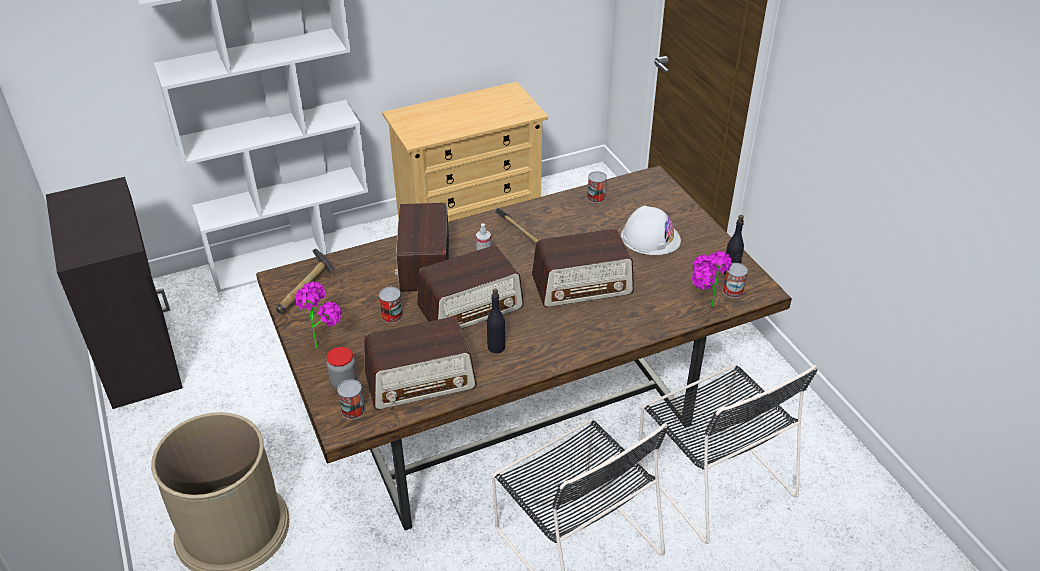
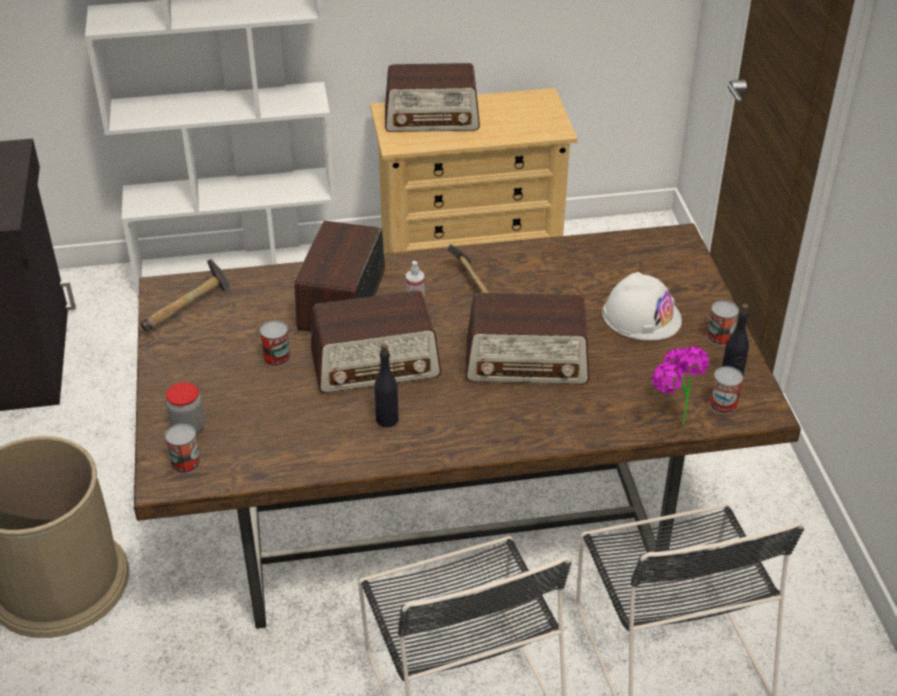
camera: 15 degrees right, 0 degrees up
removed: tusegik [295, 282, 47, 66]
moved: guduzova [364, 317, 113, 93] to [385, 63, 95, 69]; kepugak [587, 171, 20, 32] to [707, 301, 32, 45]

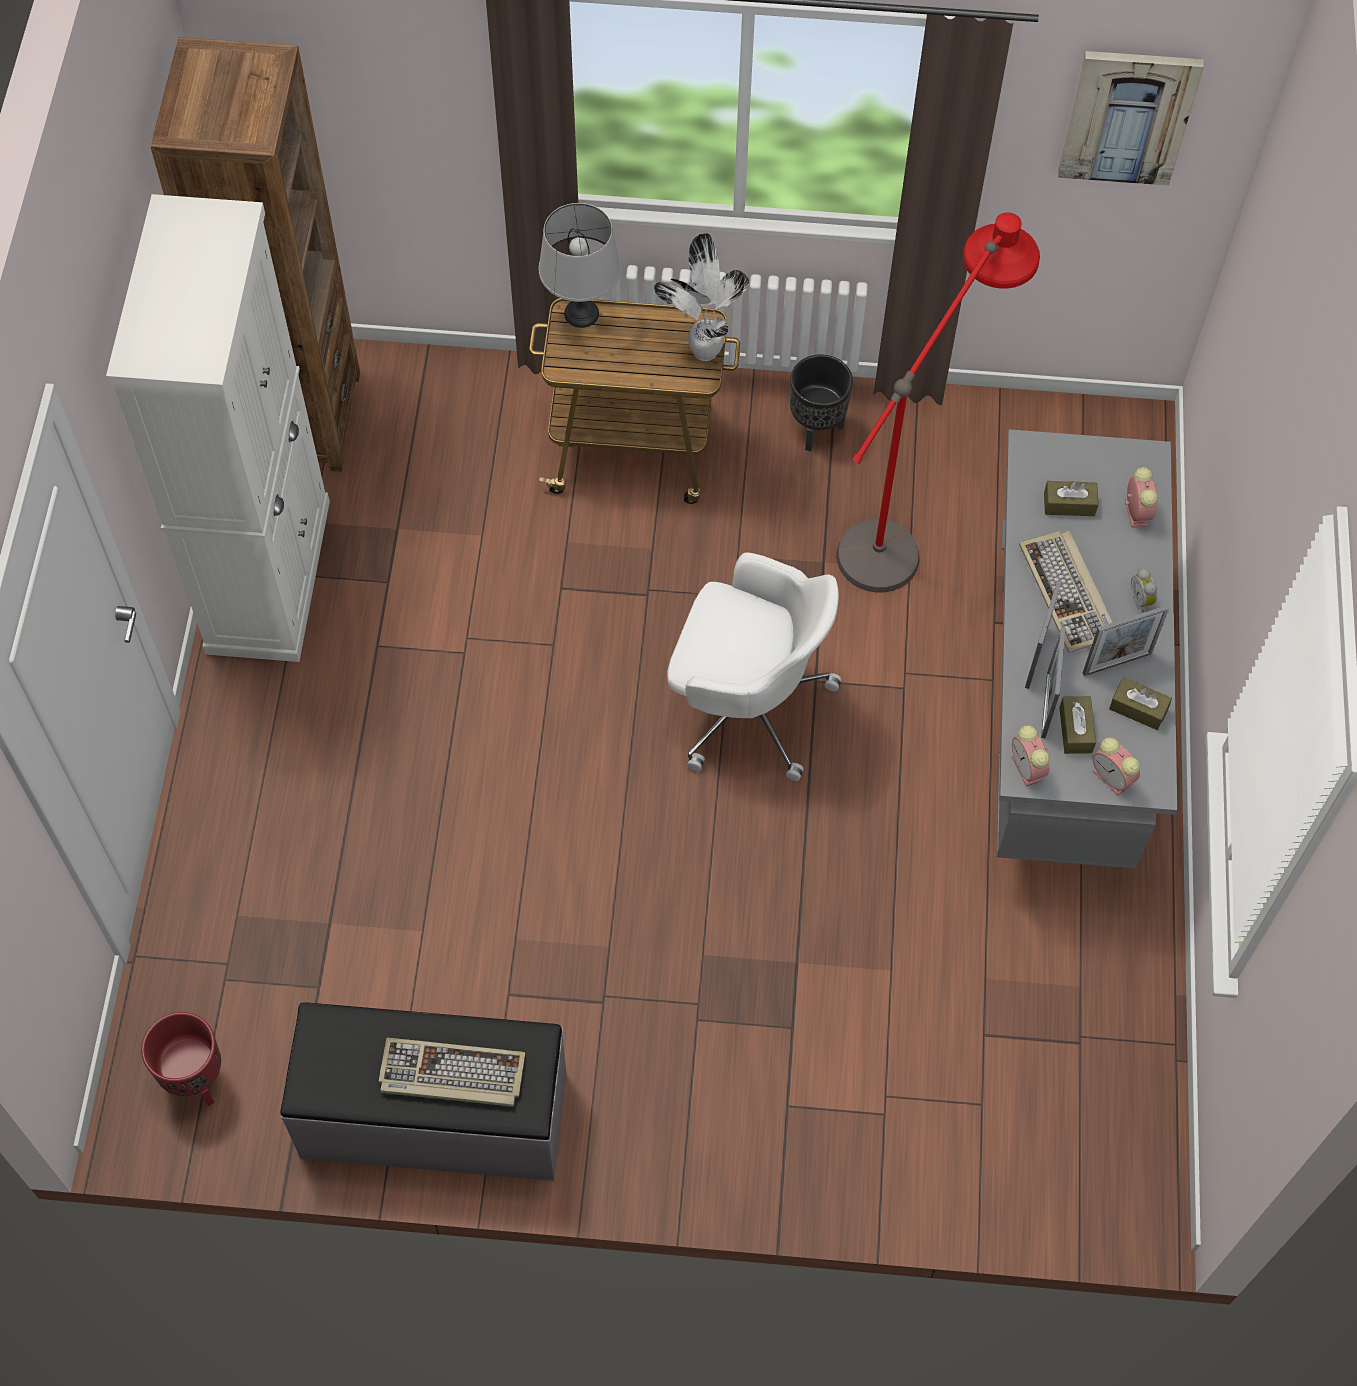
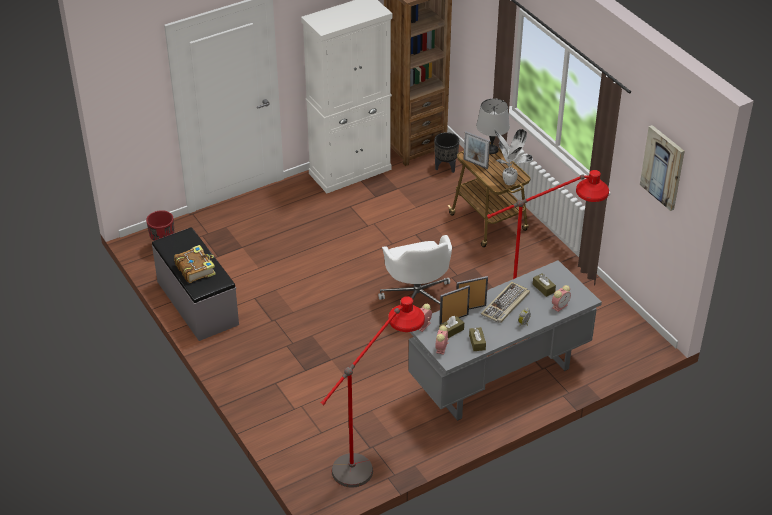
camera: 55 degrees right, 20 degrees down
added: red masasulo [321, 296, 104, 192]
moved: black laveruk [790, 354, 63, 98] to [434, 132, 26, 41]; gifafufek [1083, 605, 86, 71] to [463, 131, 27, 38]
replaced: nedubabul [379, 1038, 146, 69] to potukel [174, 245, 42, 38]

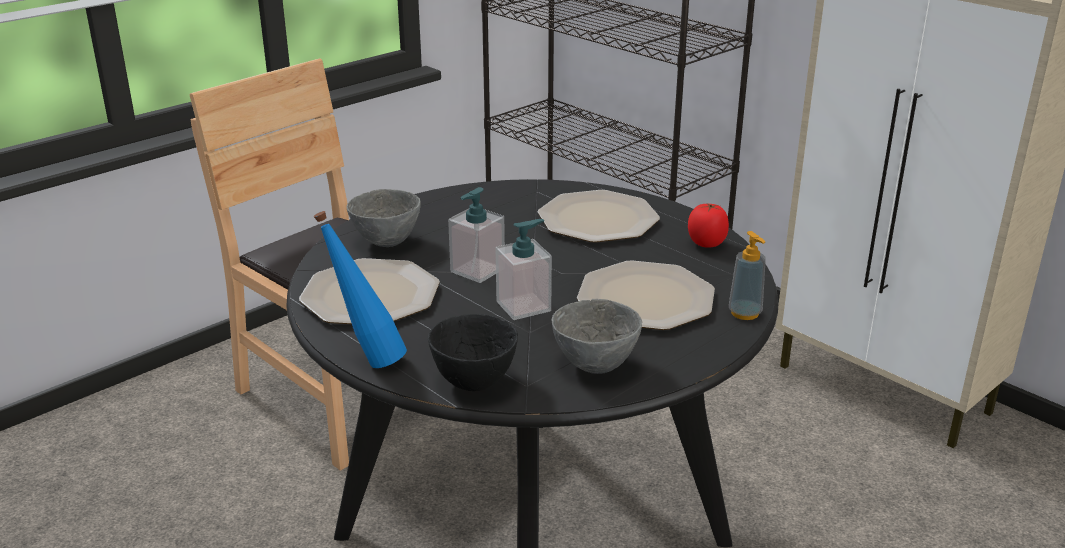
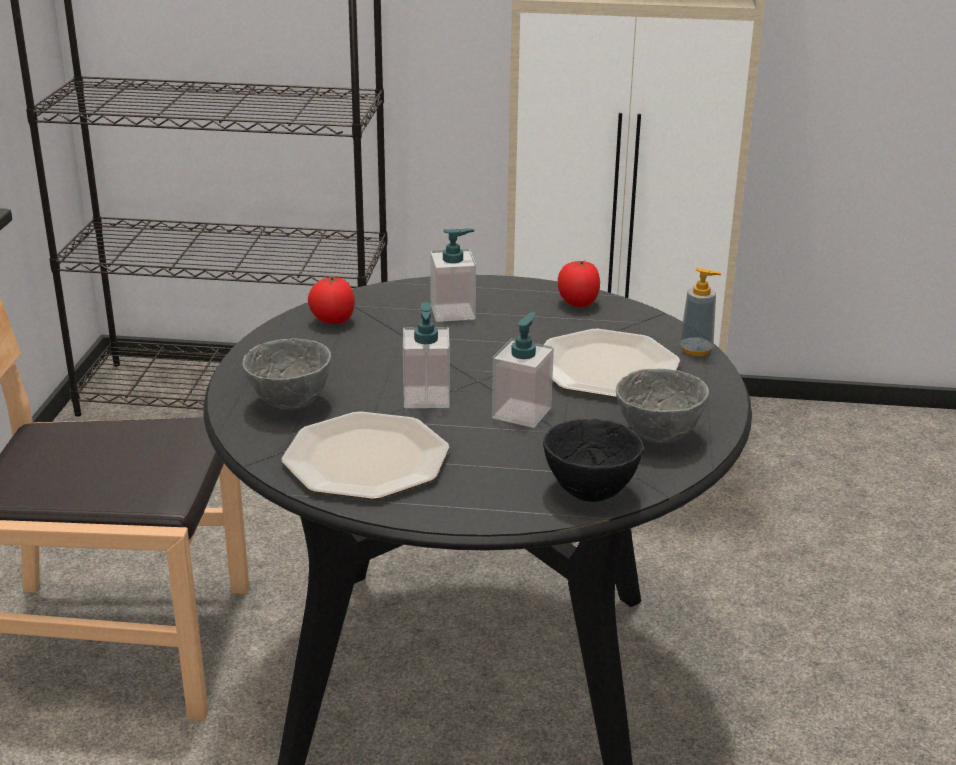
camera: 40 degrees left, 0 degrees up
removed: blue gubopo [314, 211, 93, 157]
added: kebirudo [308, 276, 47, 48]
replaced: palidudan [538, 190, 122, 53] to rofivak [430, 228, 46, 94]

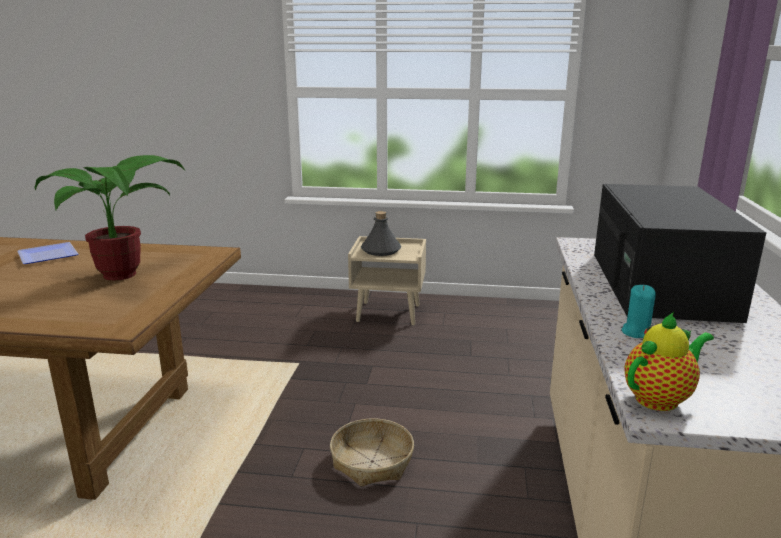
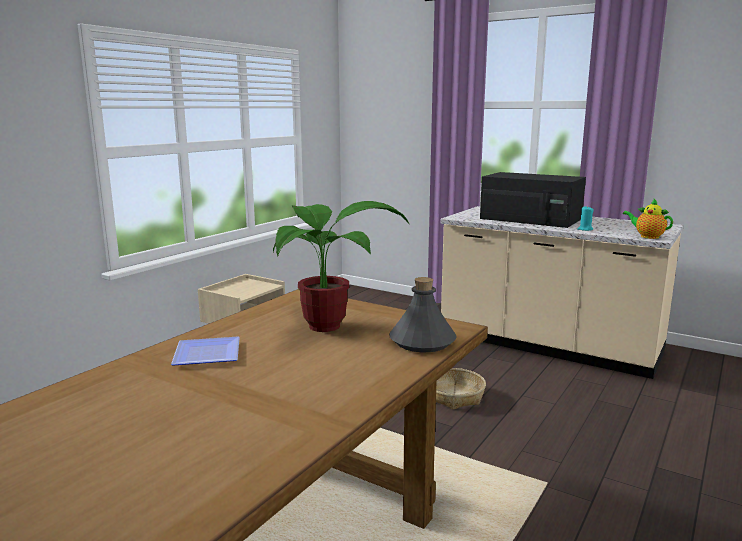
camera: 65 degrees left, 5 degrees down
moved: grey gubopo [361, 211, 40, 45] to [389, 277, 68, 75]
turned: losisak [624, 312, 90, 99] = [623, 199, 50, 40] 45 degrees counterclockwise

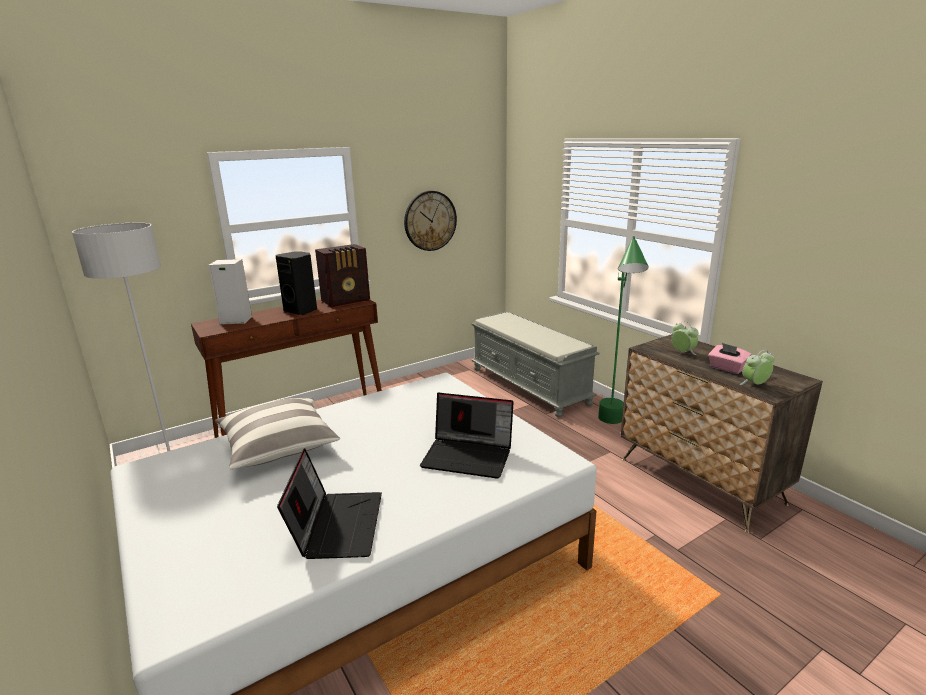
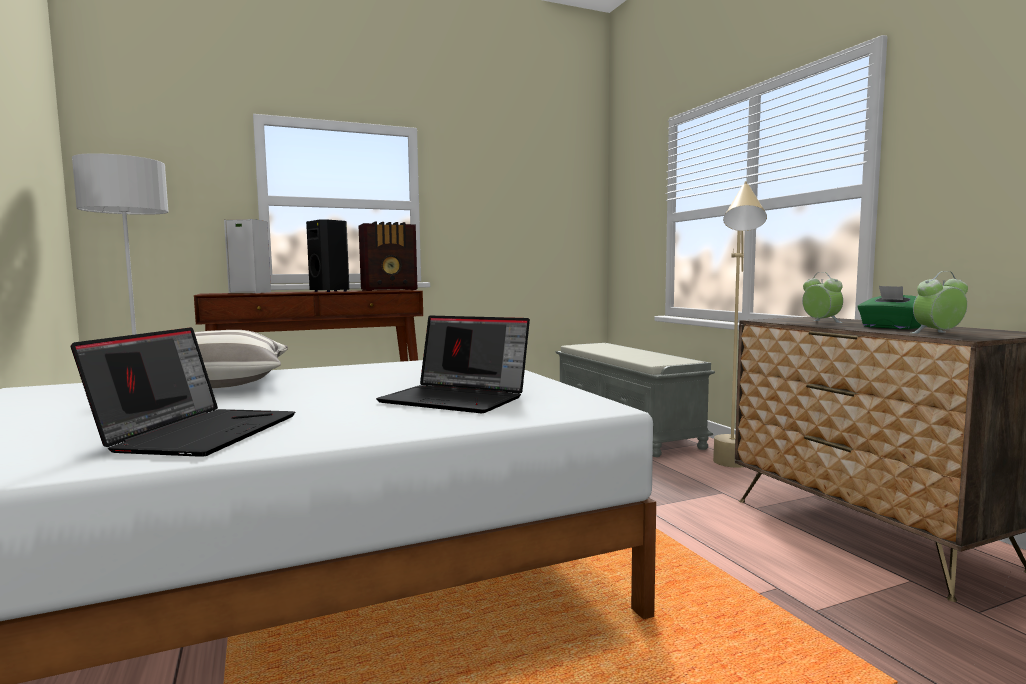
camera: 10 degrees right, 15 degrees down
removed: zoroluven [404, 191, 53, 60]
recoloured: green masasulo [598, 236, 51, 188] to beige masasulo [713, 181, 54, 287]; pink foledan [708, 343, 44, 31] to green foledan [858, 286, 63, 43]

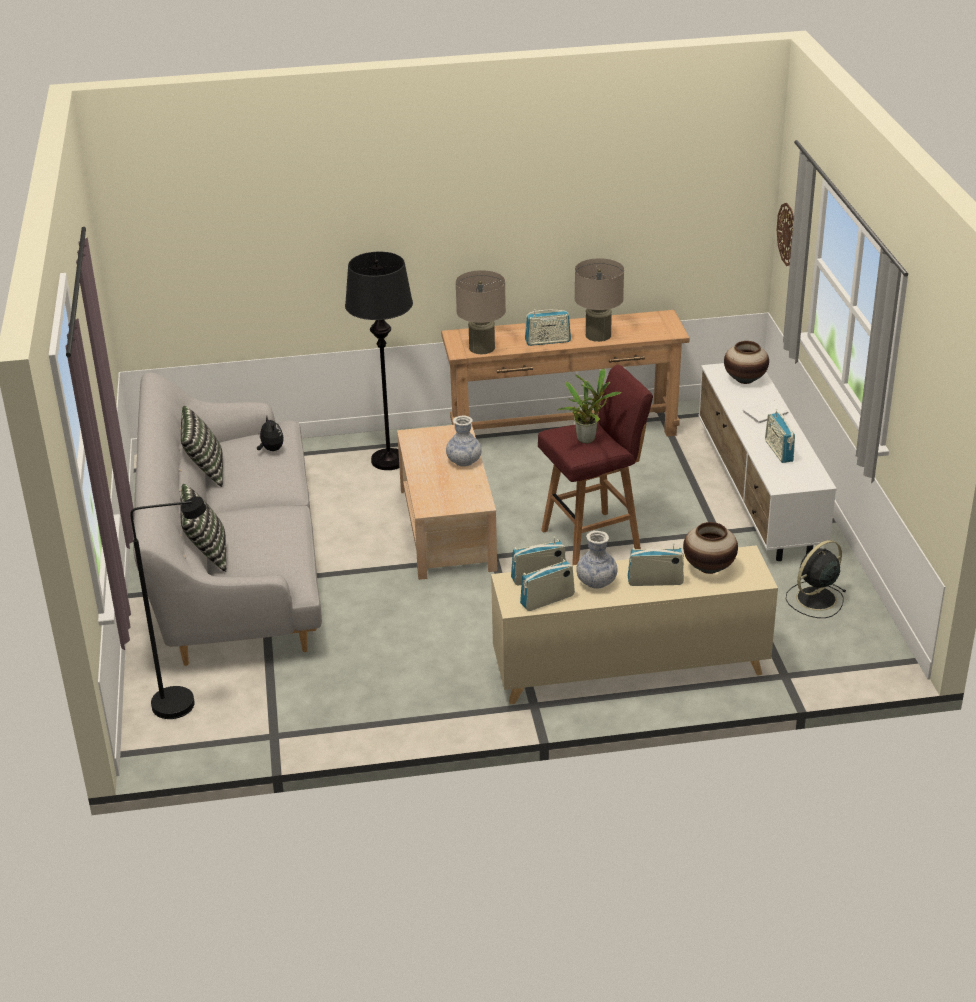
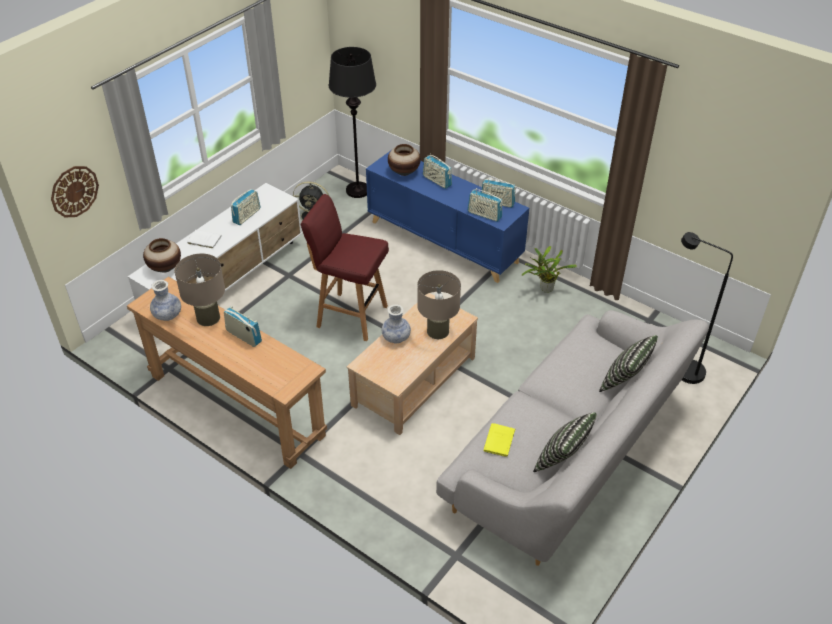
camera: 135 degrees left, 10 degrees up
moved: black masasulo [345, 252, 68, 218] to [328, 47, 48, 151]; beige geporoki [456, 270, 50, 84] to [417, 270, 44, 69]; tusegik [557, 368, 64, 75] to [522, 246, 55, 47]; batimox [576, 531, 41, 58] to [150, 280, 31, 41]
replaced: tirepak [257, 417, 27, 34] to yellow potukel [484, 423, 31, 35]
recoloured: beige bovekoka [491, 545, 287, 159] to blue bovekoka [366, 151, 163, 132]

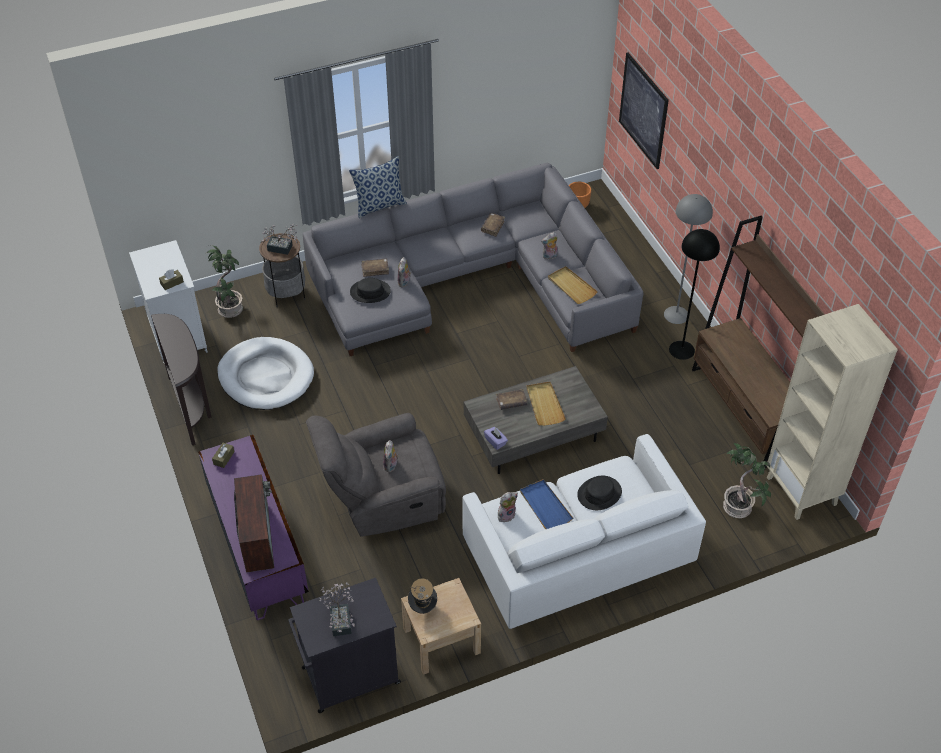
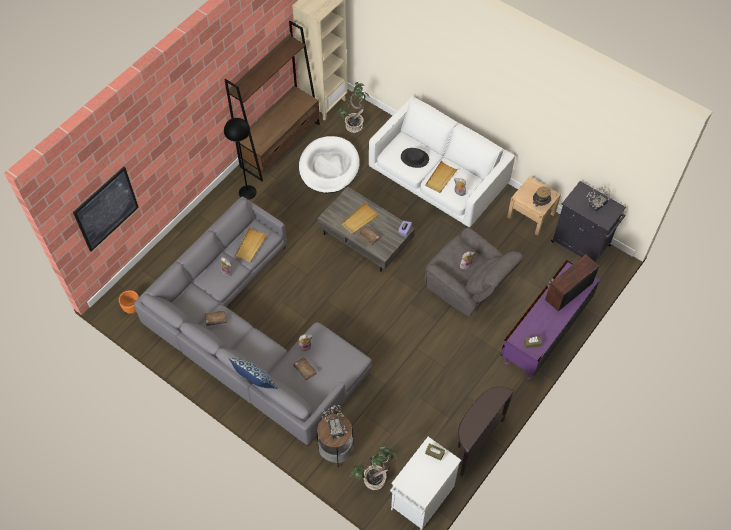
camera: 120 degrees left, 10 degrees up
removed: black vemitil [350, 278, 41, 25]; grey masasulo [664, 194, 49, 130]
moved: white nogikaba [217, 337, 97, 73] to [299, 136, 61, 58]
recoloured: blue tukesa [520, 479, 53, 50] to beige tukesa [425, 160, 33, 33]

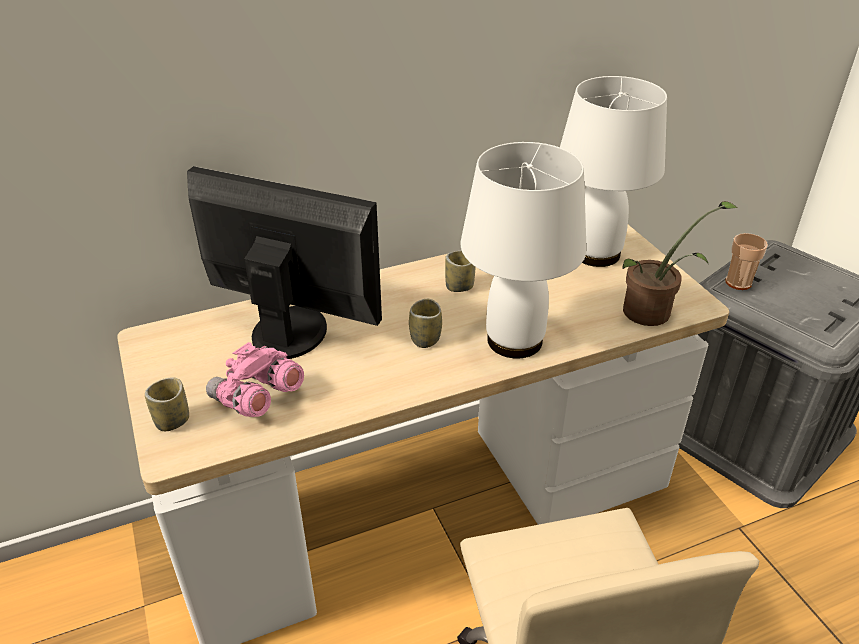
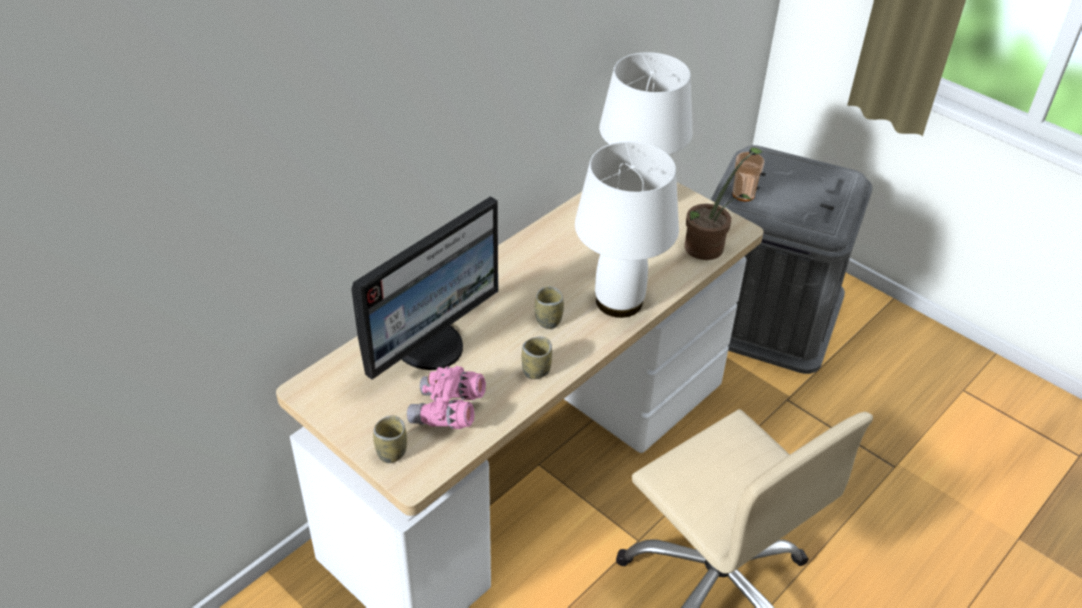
camera: 25 degrees left, 5 degrees up
moved: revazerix [445, 251, 30, 41] to [522, 337, 30, 42]
turned: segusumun [187, 166, 195, 193] = [351, 196, 147, 184] 135 degrees clockwise

